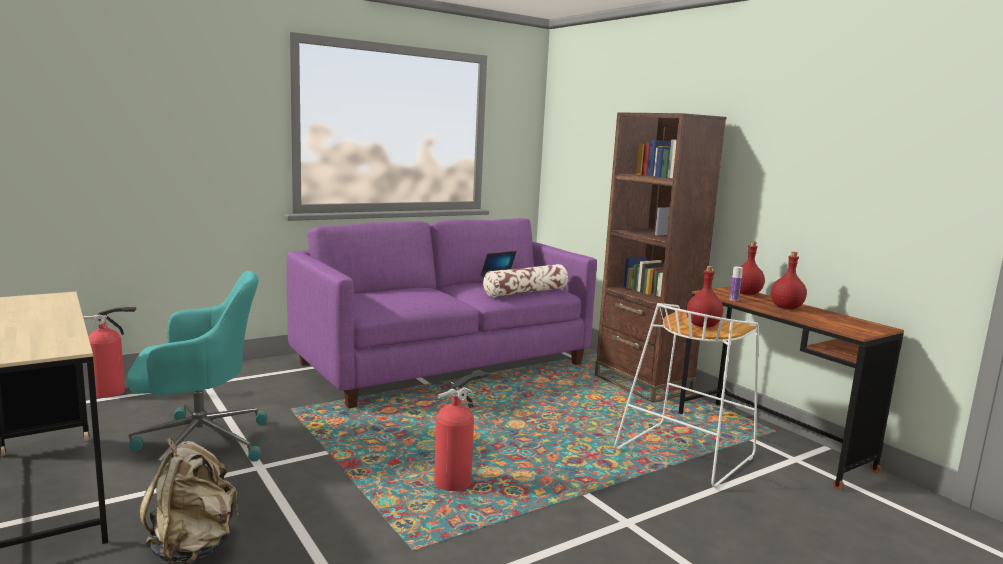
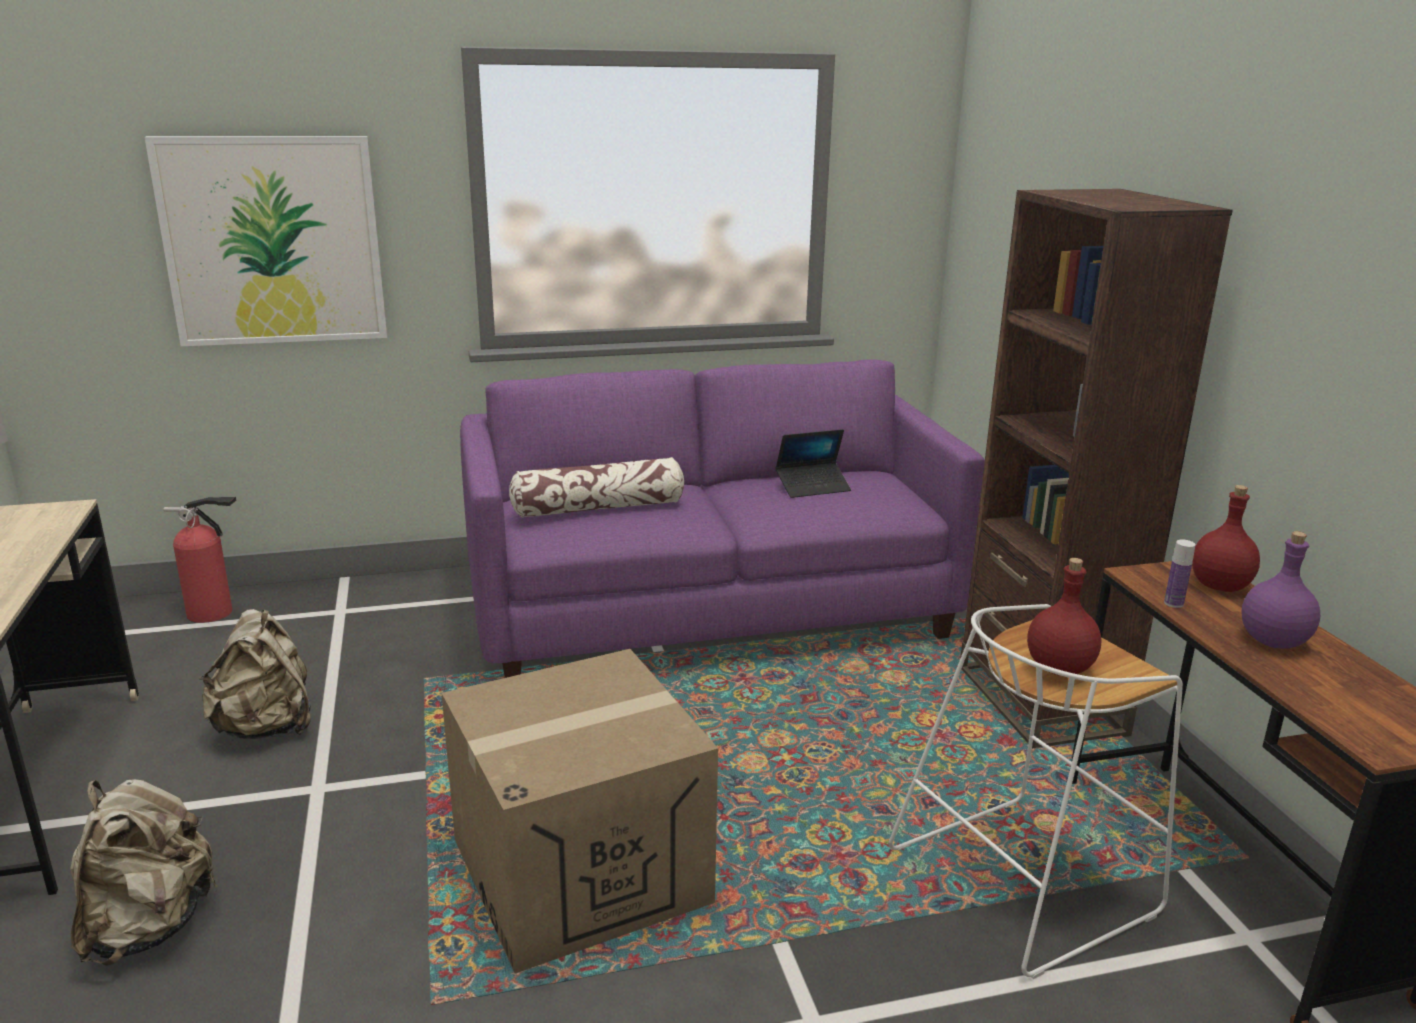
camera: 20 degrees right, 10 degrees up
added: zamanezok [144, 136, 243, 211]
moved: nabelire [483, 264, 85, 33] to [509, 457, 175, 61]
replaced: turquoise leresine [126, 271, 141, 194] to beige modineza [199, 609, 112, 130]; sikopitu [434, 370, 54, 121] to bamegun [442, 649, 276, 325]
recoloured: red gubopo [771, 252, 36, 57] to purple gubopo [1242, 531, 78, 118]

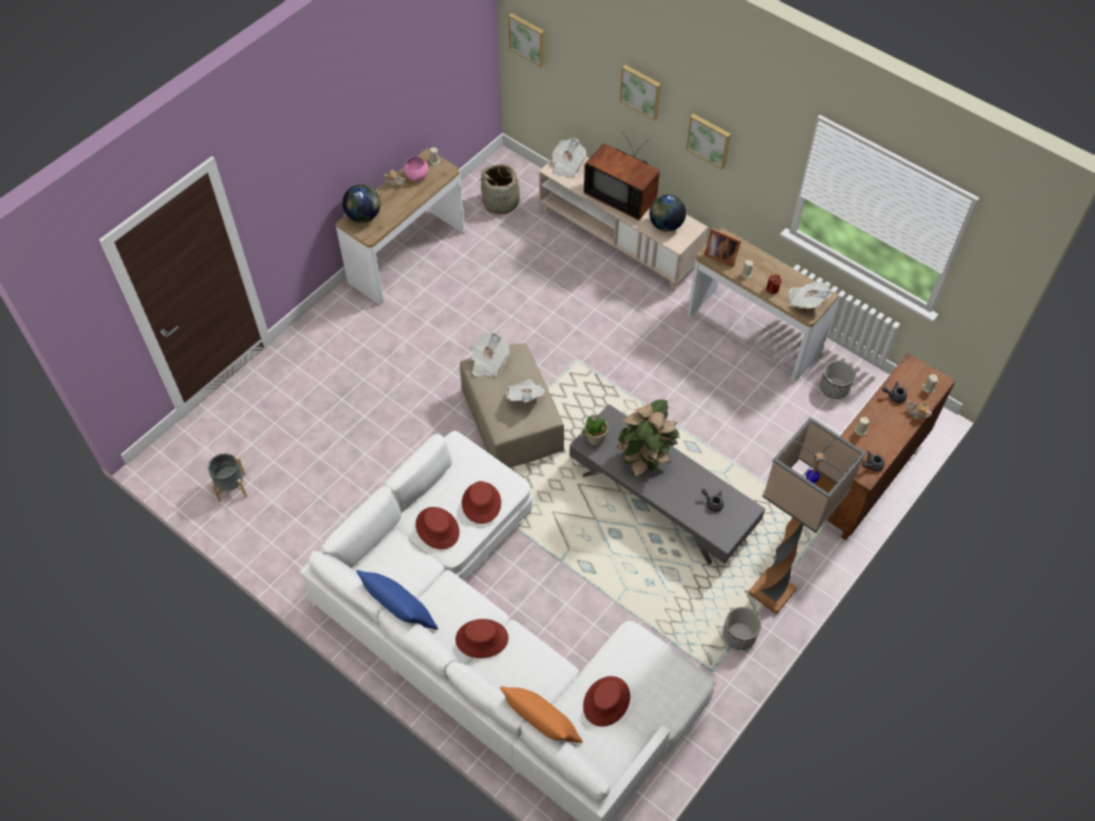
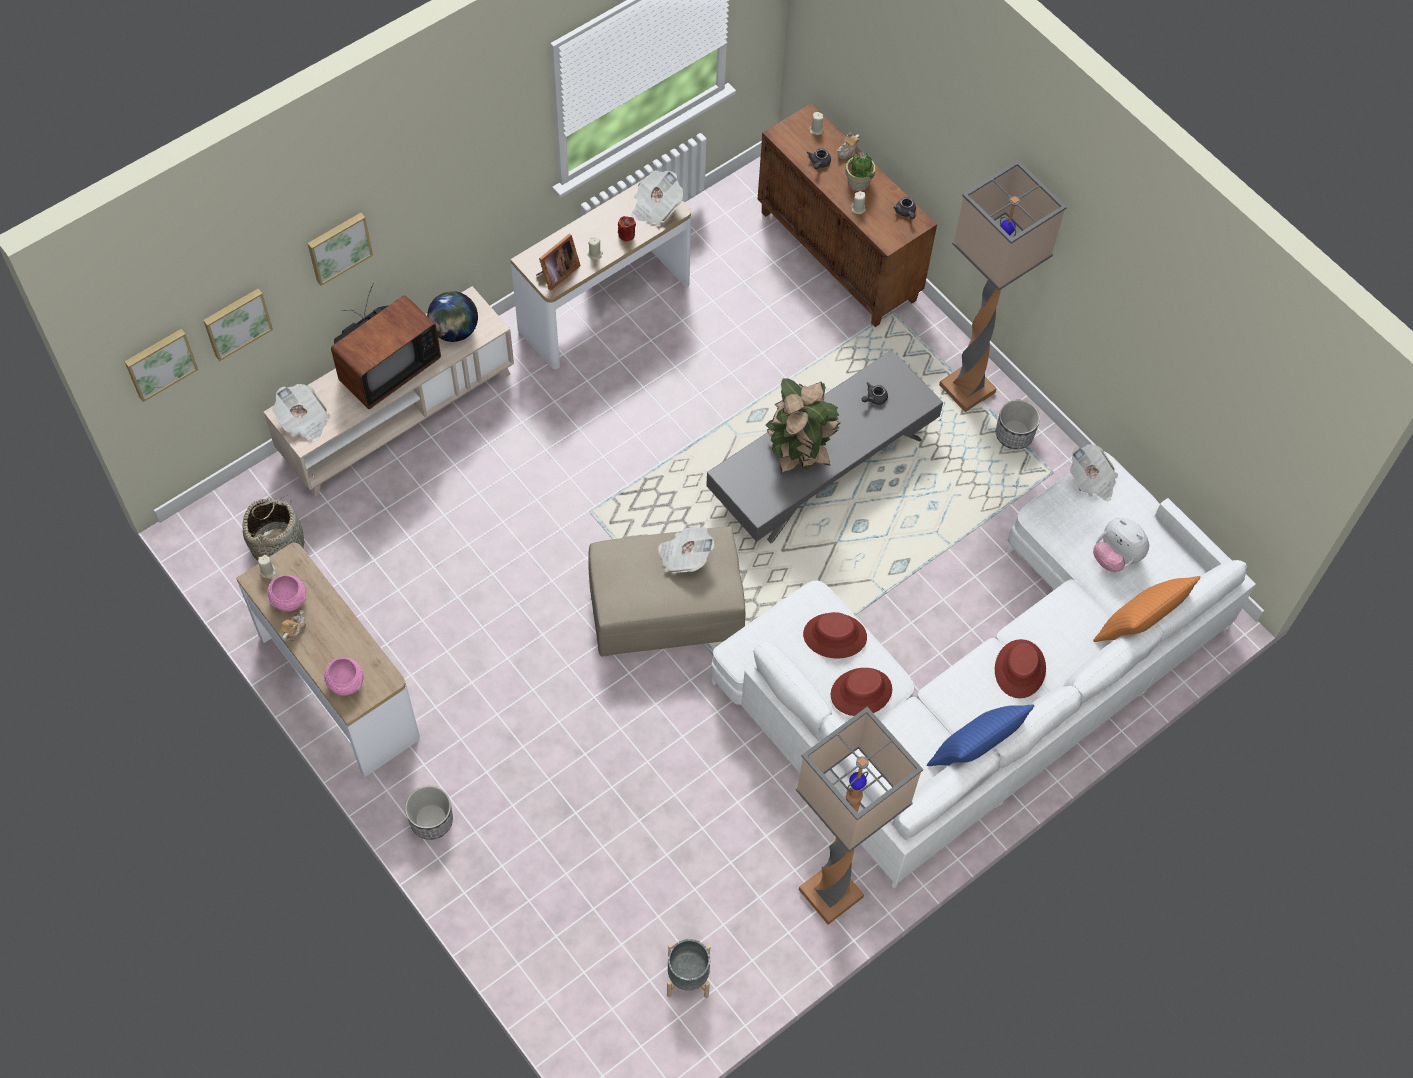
camera: 80 degrees left, 5 degrees up
added: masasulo [796, 707, 127, 218]
moved: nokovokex [470, 333, 40, 43] to [1070, 444, 48, 57]; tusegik [582, 415, 27, 30] to [846, 152, 29, 39]; zamanezok [686, 114, 45, 56] to [203, 289, 70, 72]; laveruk [820, 360, 36, 39] to [405, 786, 48, 54]
replaced: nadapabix [343, 184, 37, 39] to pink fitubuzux [324, 658, 39, 38]; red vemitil [583, 676, 47, 51] to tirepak [1093, 518, 56, 54]

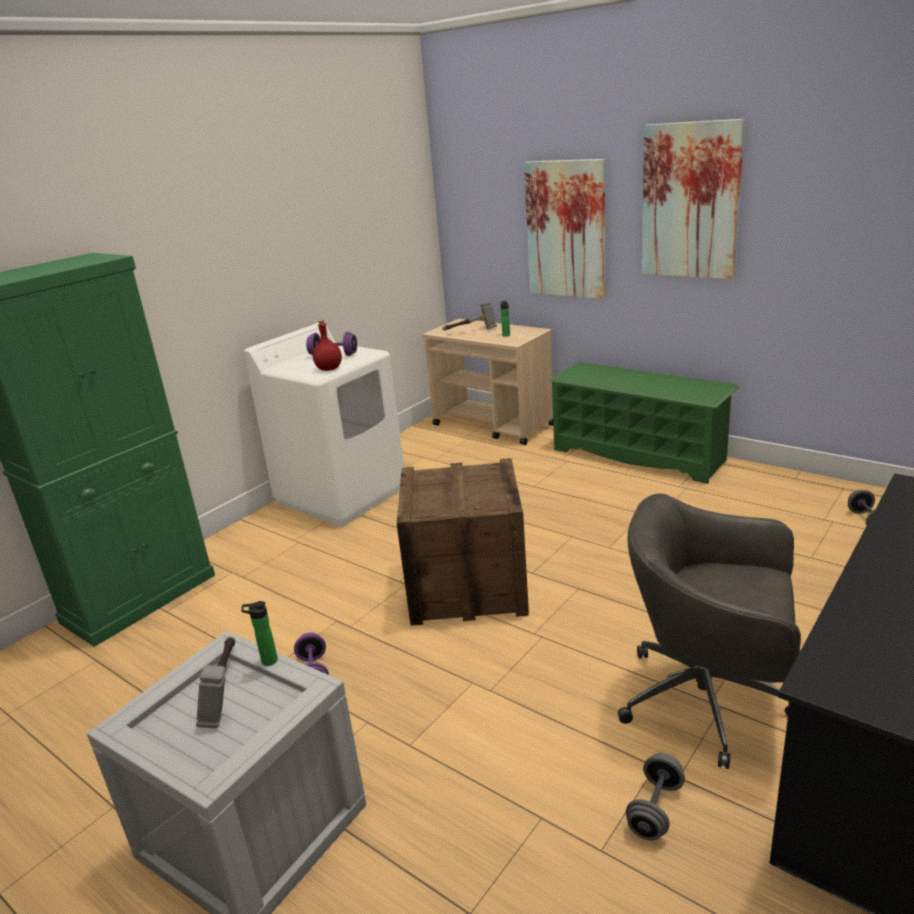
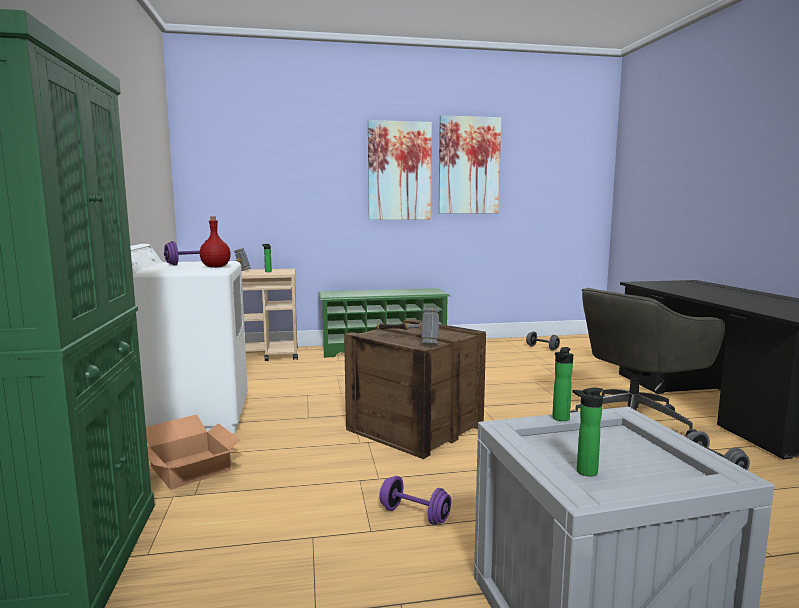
camera: 50 degrees left, 15 degrees down
added: bamegun [146, 414, 94, 76]; gubopo [573, 387, 30, 90]
moved: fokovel [196, 636, 39, 92] to [377, 308, 62, 36]; zamanezok [524, 159, 81, 140] to [439, 115, 62, 99]

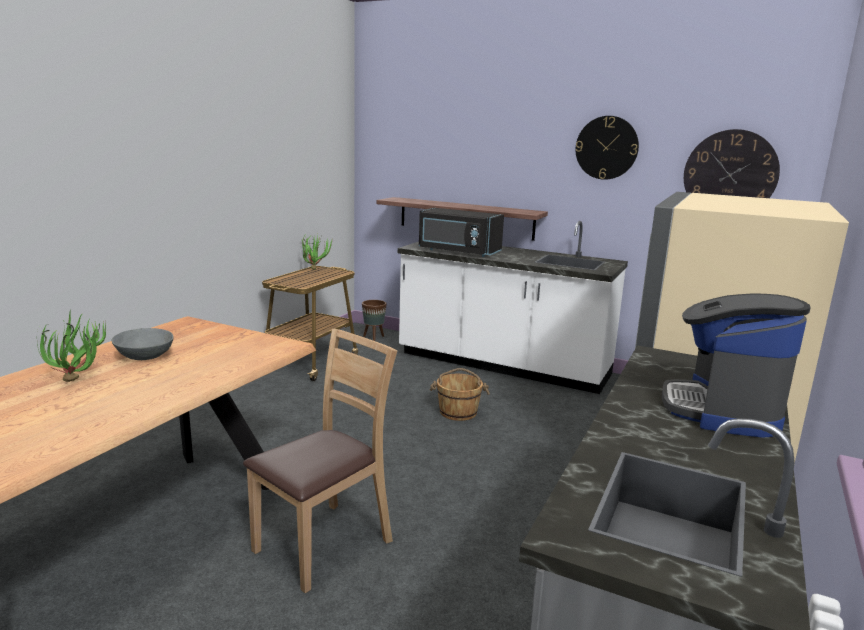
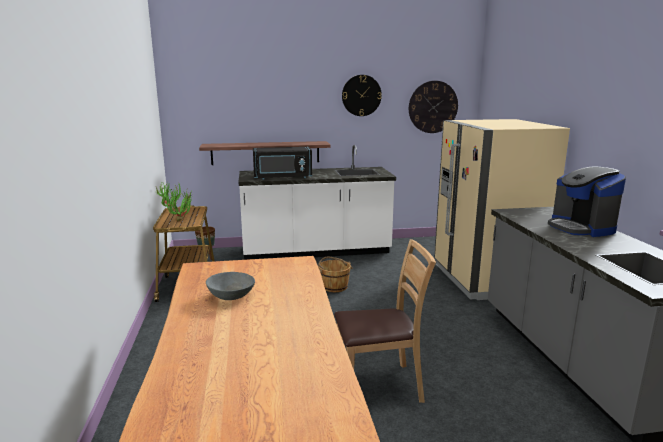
camera: 35 degrees left, 0 degrees up
moved: tusegik [37, 309, 69, 73] to [167, 188, 26, 33]
turned: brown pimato [243, 329, 154, 264] = [334, 239, 102, 164] 75 degrees clockwise

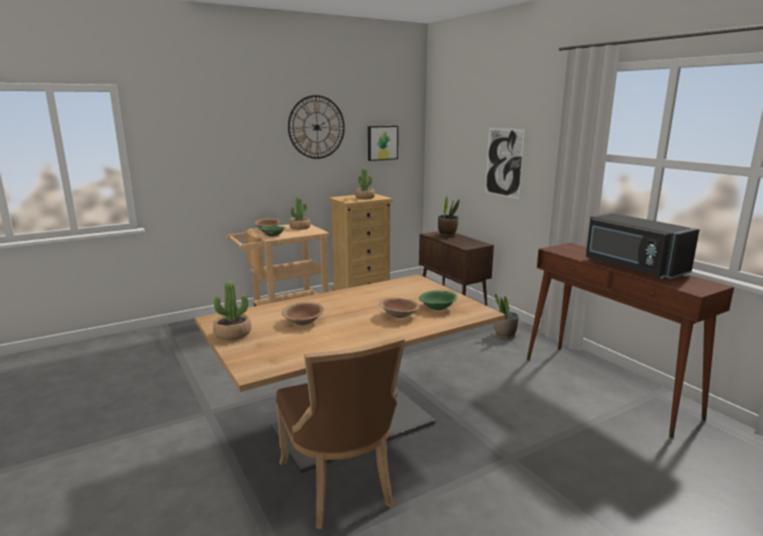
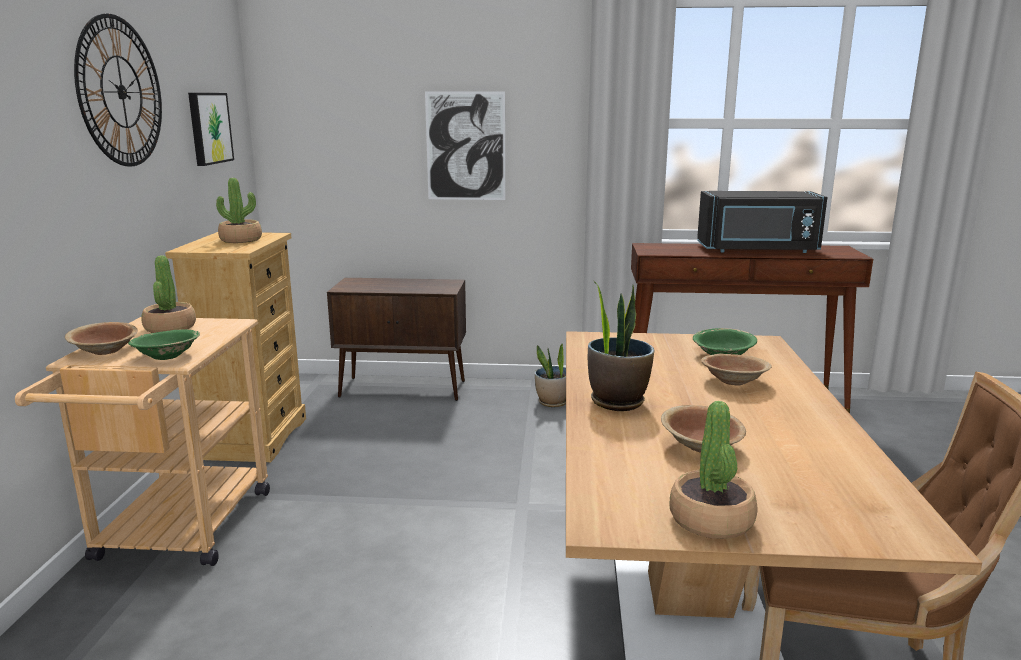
camera: 55 degrees left, 0 degrees up
moved: tusegik [438, 195, 22, 42] to [588, 280, 66, 131]

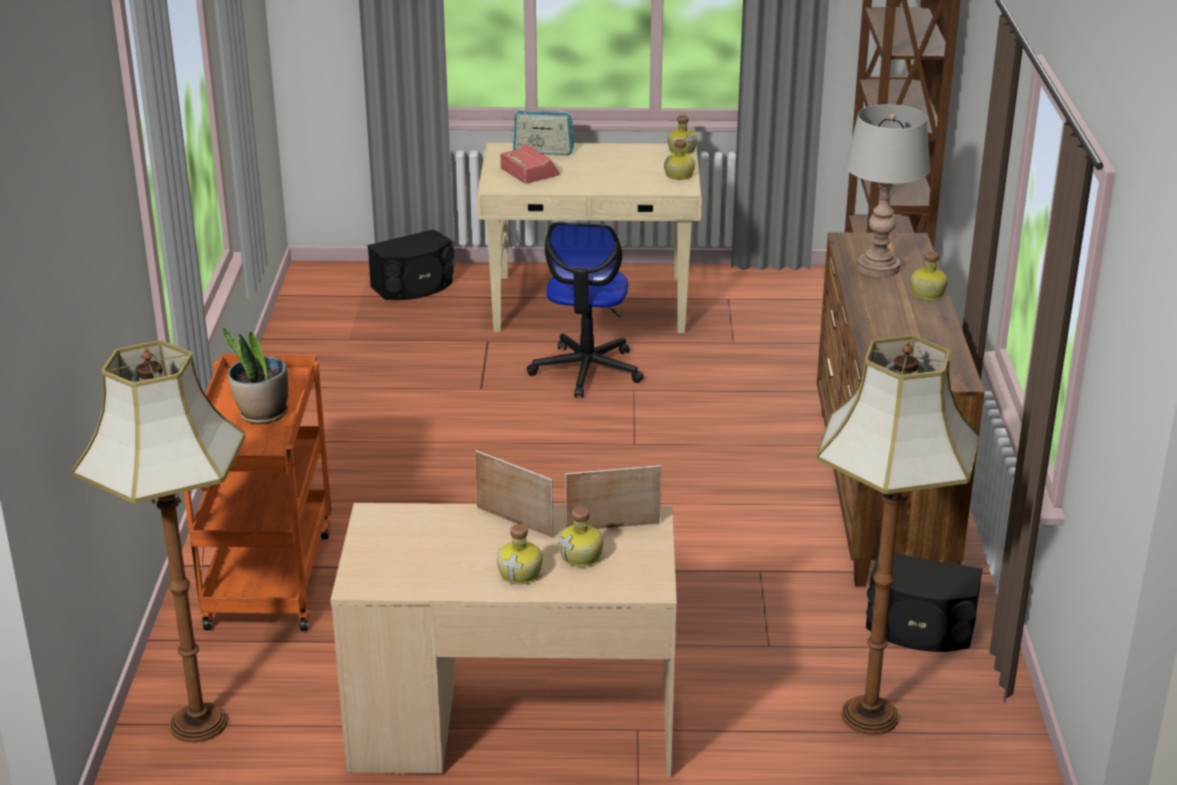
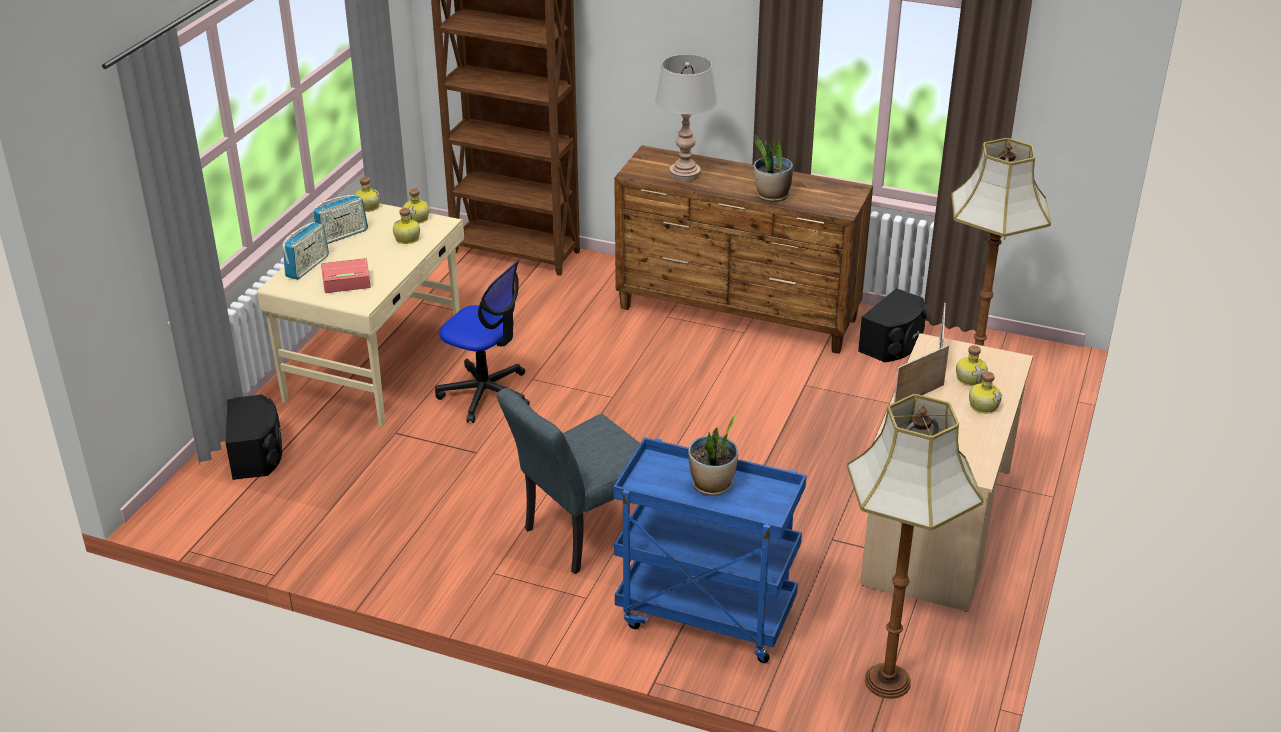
camera: 70 degrees left, 5 degrees up
added: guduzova [313, 195, 55, 49]; grey pimato [497, 388, 143, 186]; tusegik [754, 135, 39, 67]
moved: gubopo [910, 251, 38, 49] to [393, 208, 27, 36]
recoloured: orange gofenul [184, 354, 148, 277] to blue gofenul [613, 437, 194, 226]

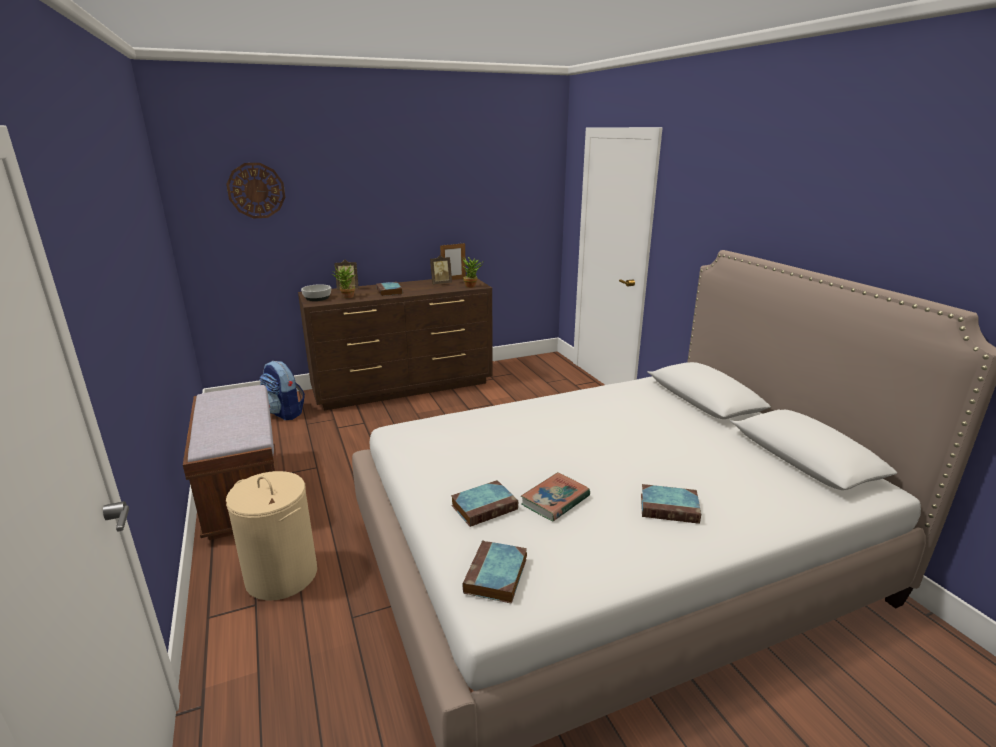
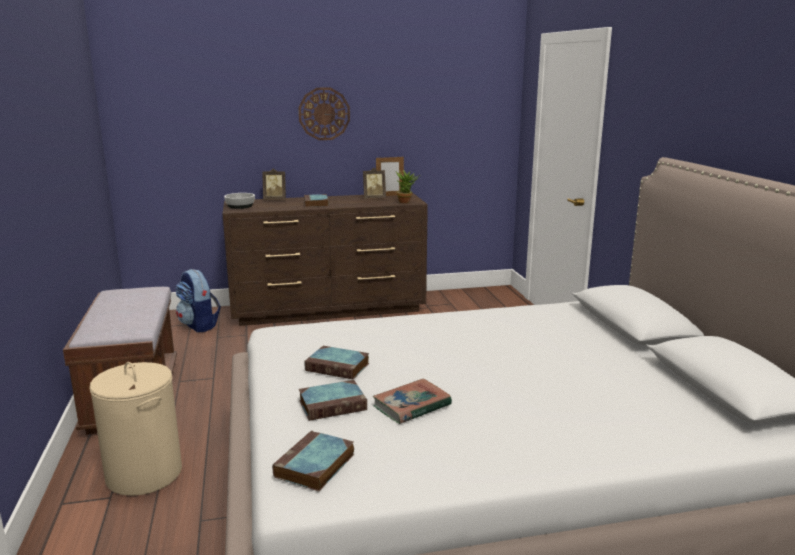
camera: 10 degrees right, 5 degrees down
removed: tusegik [332, 265, 24, 33]
moved: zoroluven [226, 163, 59, 56] to [298, 88, 52, 52]; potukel [641, 484, 60, 40] to [304, 346, 65, 33]

